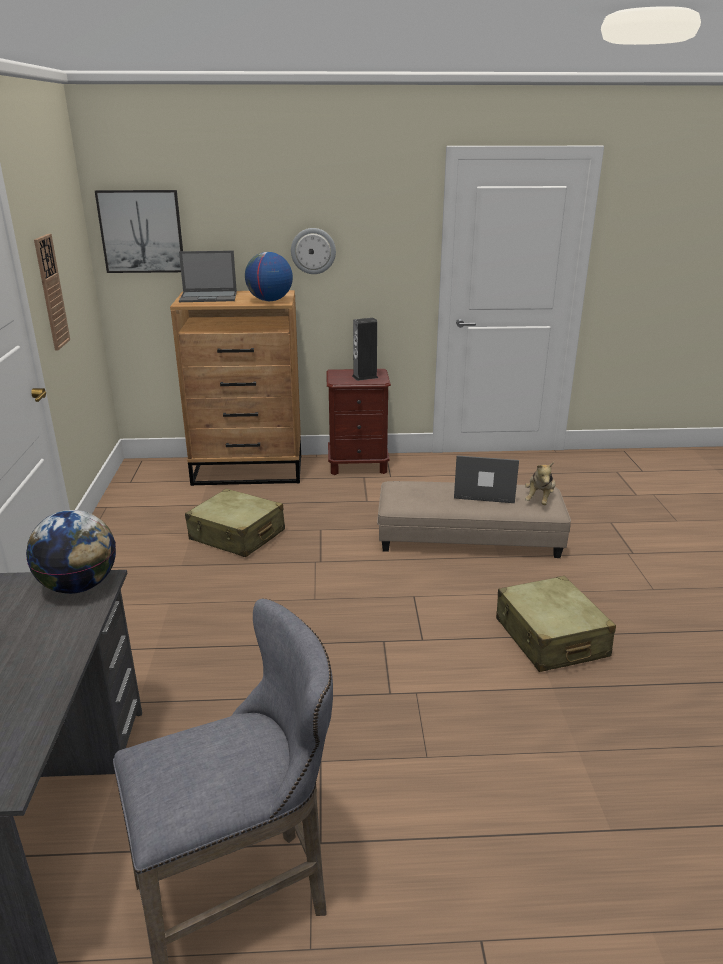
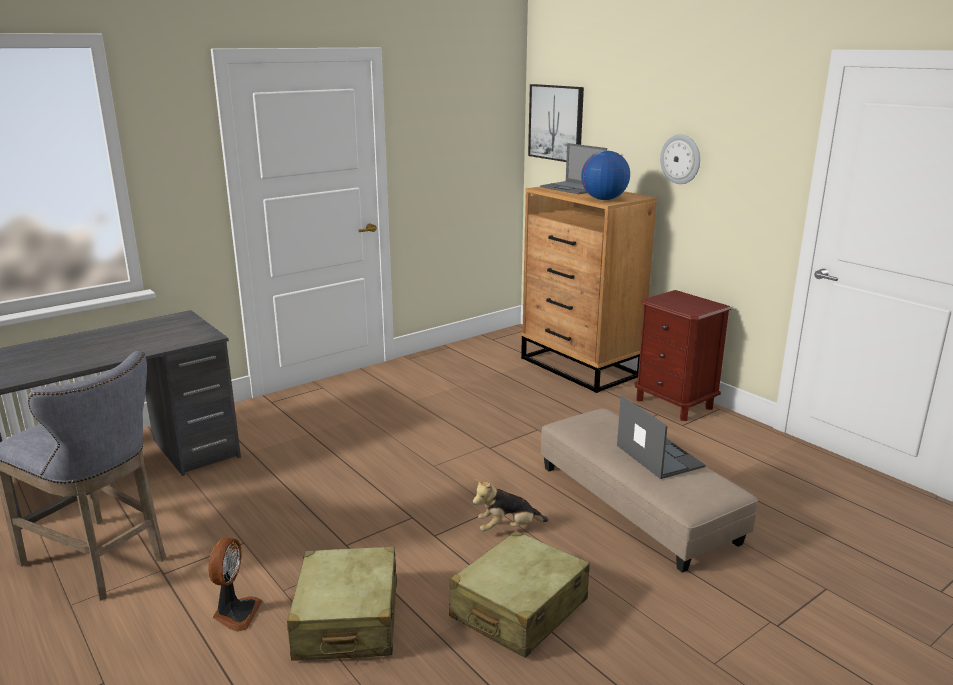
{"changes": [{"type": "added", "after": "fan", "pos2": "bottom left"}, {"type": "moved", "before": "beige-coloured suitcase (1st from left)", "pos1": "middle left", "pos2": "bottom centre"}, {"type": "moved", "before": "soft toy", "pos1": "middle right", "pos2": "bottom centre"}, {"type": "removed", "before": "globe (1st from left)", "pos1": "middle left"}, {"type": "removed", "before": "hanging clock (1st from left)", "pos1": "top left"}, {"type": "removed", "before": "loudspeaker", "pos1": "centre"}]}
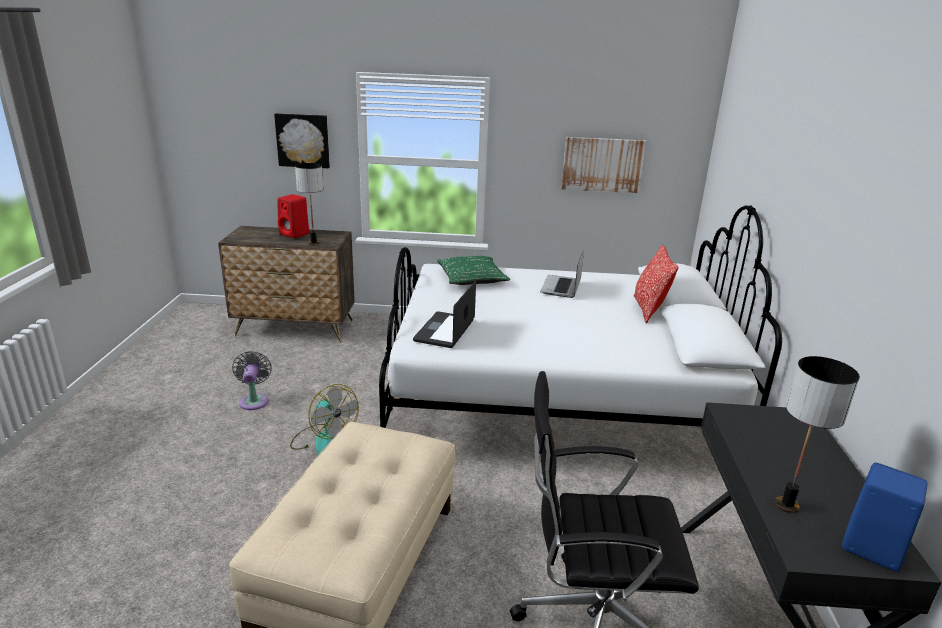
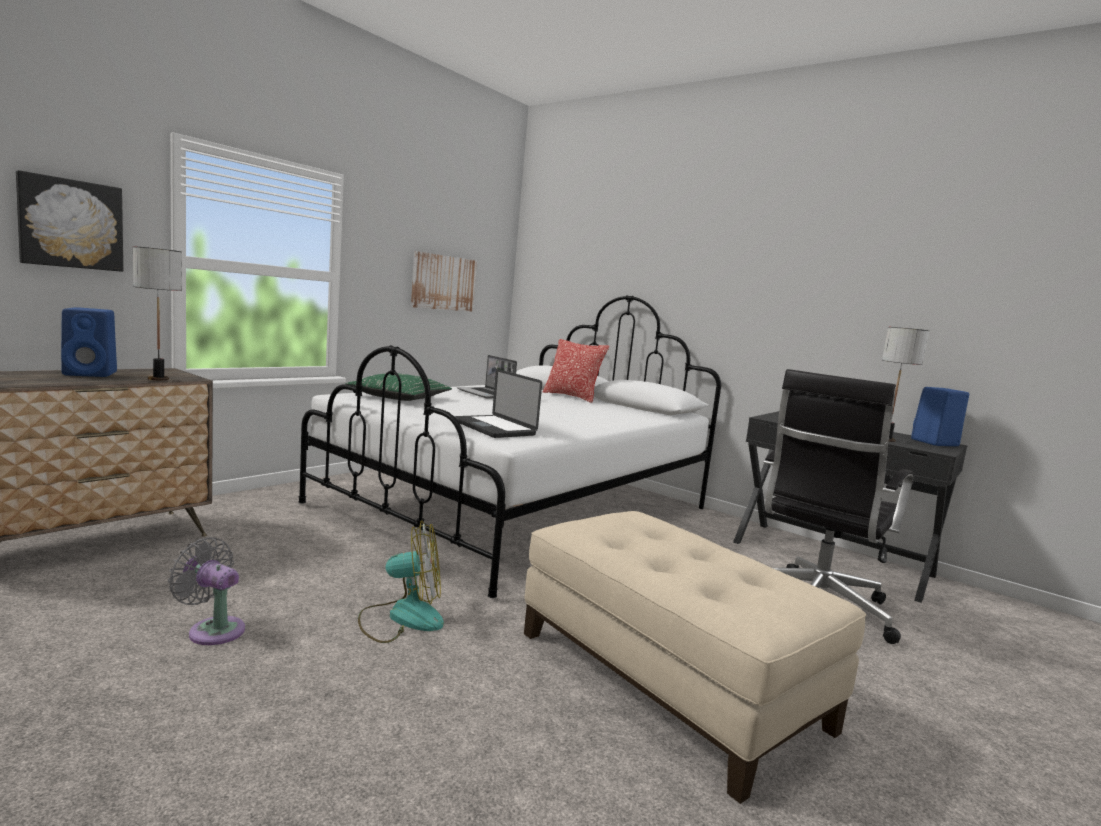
{"changes": [{"type": "recoloured", "before": "red-coloured loudspeaker", "after": "blue-coloured loudspeaker (1st from left)", "pos1": "middle left", "pos2": "middle left"}]}
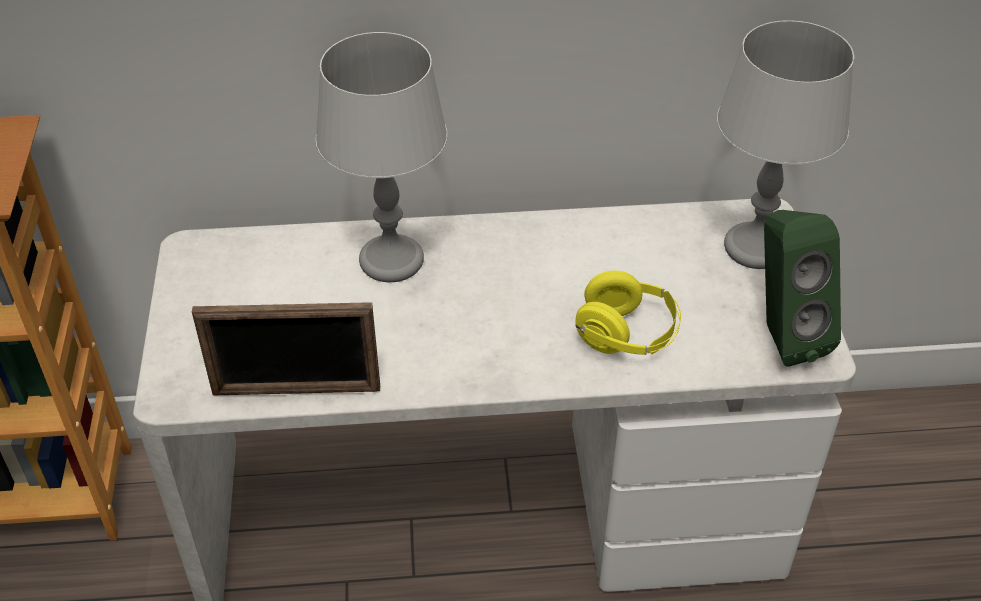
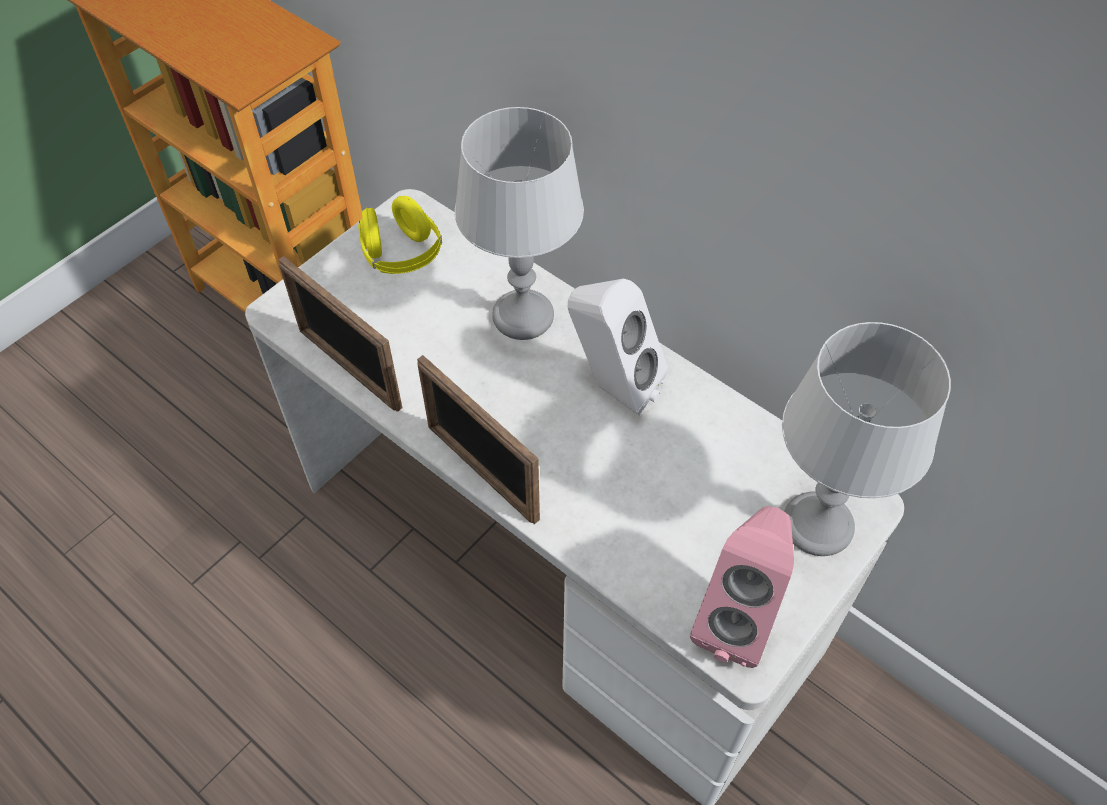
{"changes": [{"type": "moved", "before": "yellowish headphones", "pos1": "centre", "pos2": "top centre"}, {"type": "added", "after": "standing frame (2nd from left)", "pos2": "centre"}, {"type": "added", "after": "white loudspeaker", "pos2": "centre"}, {"type": "recoloured", "before": "green-coloured loudspeaker", "after": "pinkish loudspeaker", "pos1": "middle right", "pos2": "bottom right"}]}
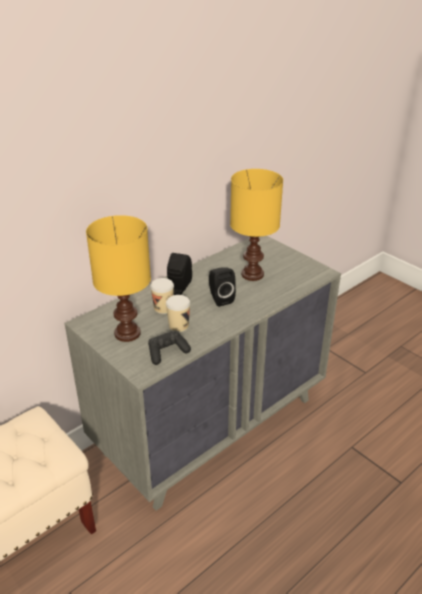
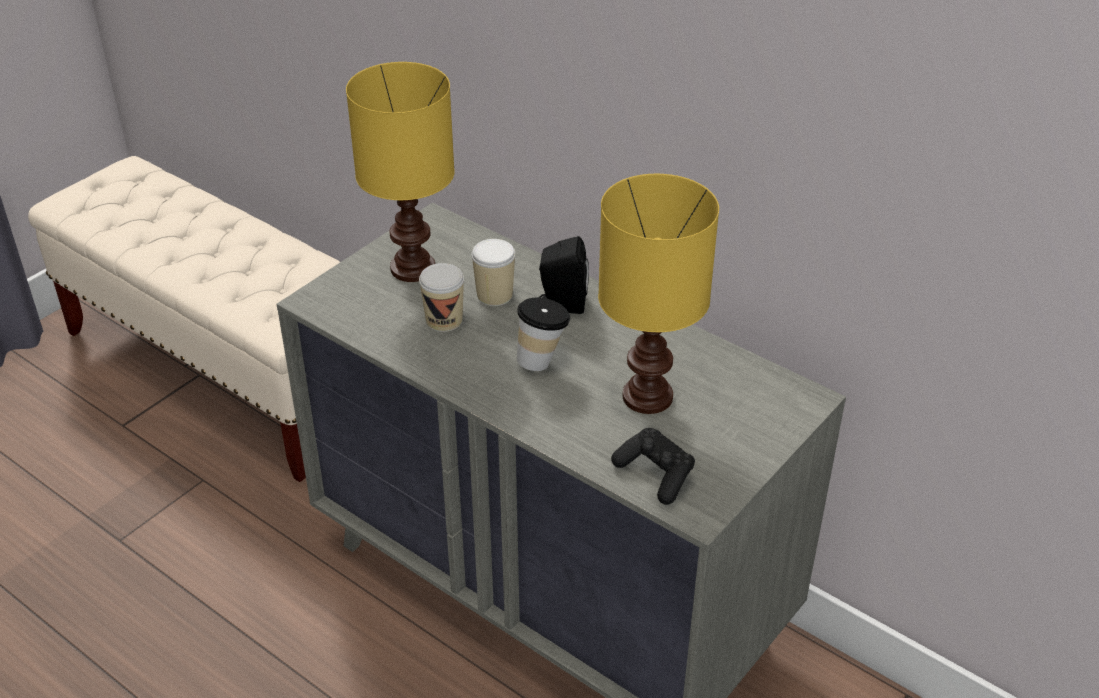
{"changes": [{"type": "replaced", "before": "black-coloured loudspeaker (2nd from left)", "after": "drinking cup (3rd from left)", "pos1": "centre", "pos2": "centre"}, {"type": "moved", "before": "black-coloured game controller", "pos1": "centre", "pos2": "bottom centre"}]}
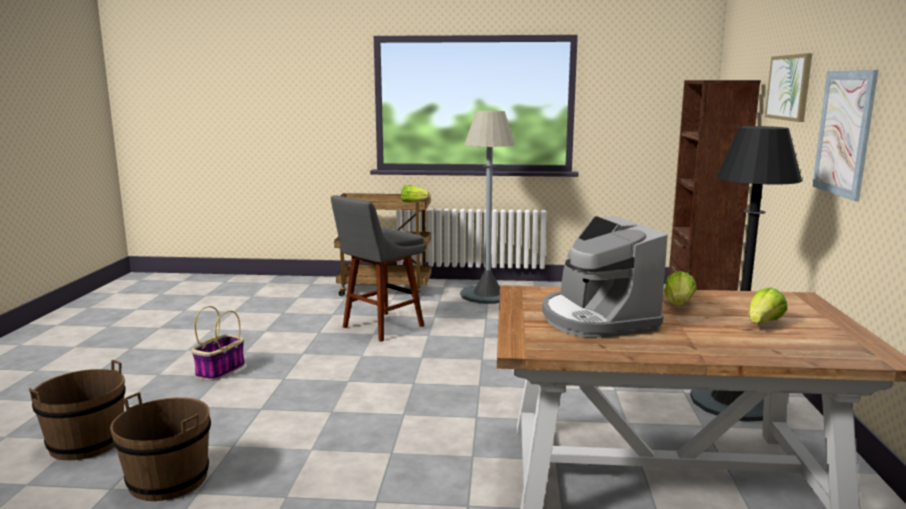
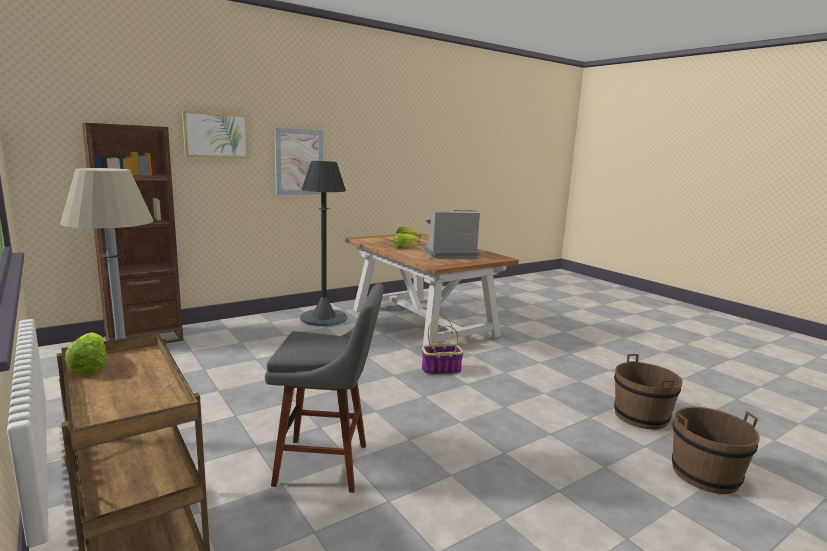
{"changes": [{"type": "moved", "before": "storage basket", "pos1": "bottom left", "pos2": "centre"}, {"type": "turned", "before": "coffee machine", "pos1": "middle right", "pos2": "centre", "turn": -135}]}
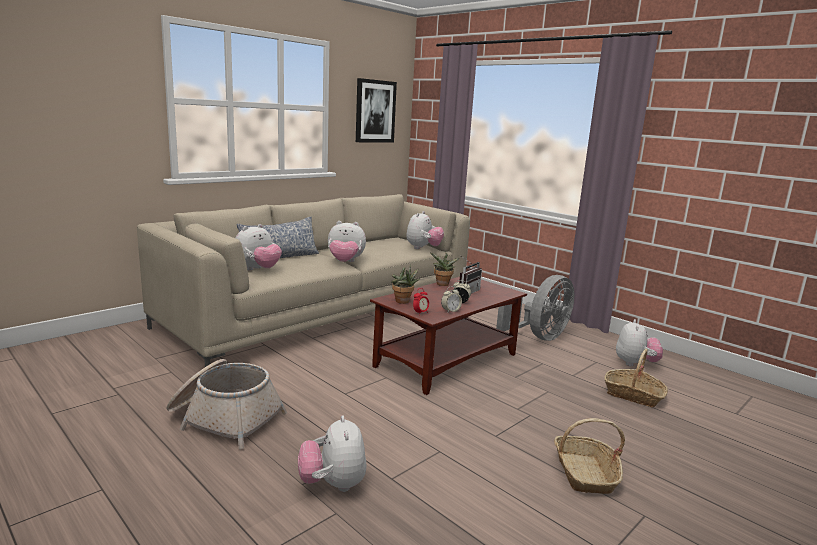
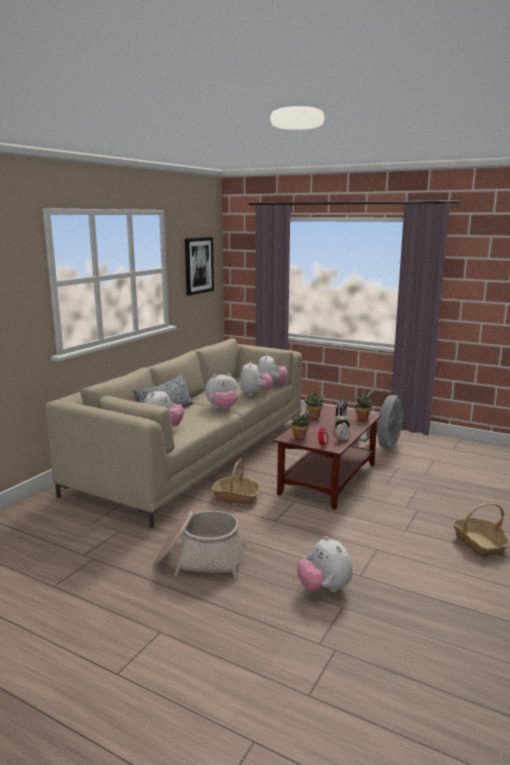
{"changes": [{"type": "moved", "before": "storage basket (3rd from left in the first image)", "after": "storage basket (2nd from left)", "pos1": "bottom right", "pos2": "centre"}, {"type": "moved", "before": "soft toy (5th from left in the first image)", "after": "soft toy (3rd from left)", "pos1": "middle right", "pos2": "centre"}, {"type": "added", "after": "potted plant (3rd from left)", "pos2": "middle right"}]}
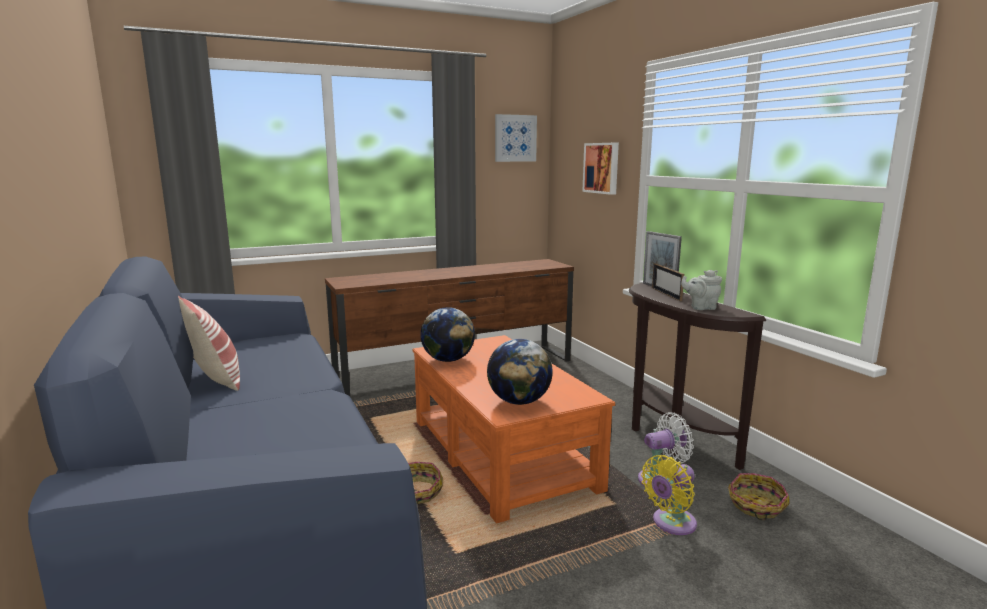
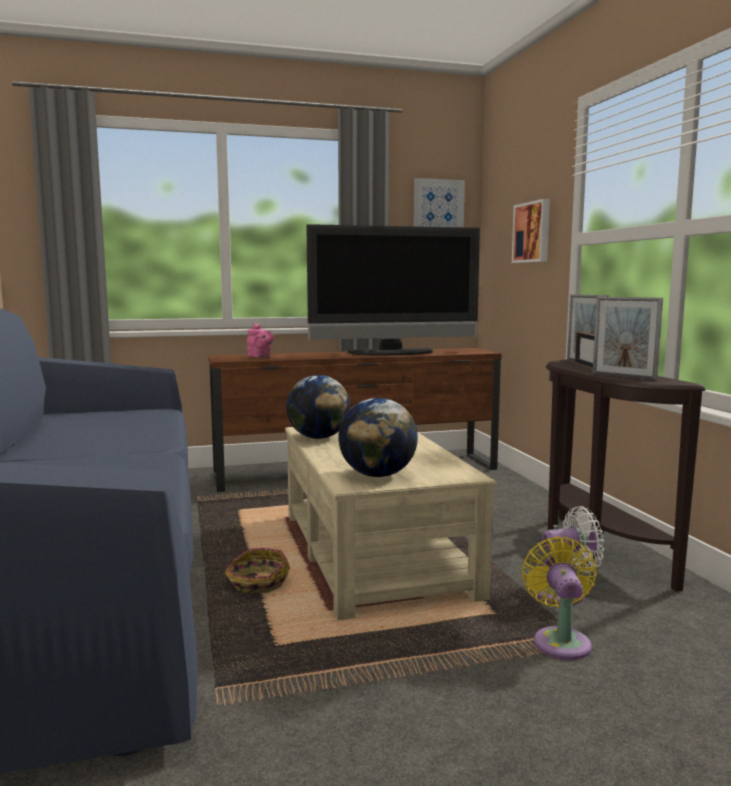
{"changes": [{"type": "added", "after": "pinkish teapot", "pos2": "centre"}, {"type": "recoloured", "before": "orange low table", "after": "beige-coloured low table", "pos1": "bottom centre", "pos2": "centre"}, {"type": "added", "after": "TV", "pos2": "centre"}, {"type": "turned", "before": "yellowish fan", "pos1": "bottom right", "pos2": "bottom right", "turn": 120}, {"type": "replaced", "before": "greyish teapot", "after": "standing frame (3rd from left)", "pos1": "middle right", "pos2": "middle right"}, {"type": "removed", "before": "pillow", "pos1": "middle left"}, {"type": "removed", "before": "storage basket (2nd from left)", "pos1": "bottom right"}]}
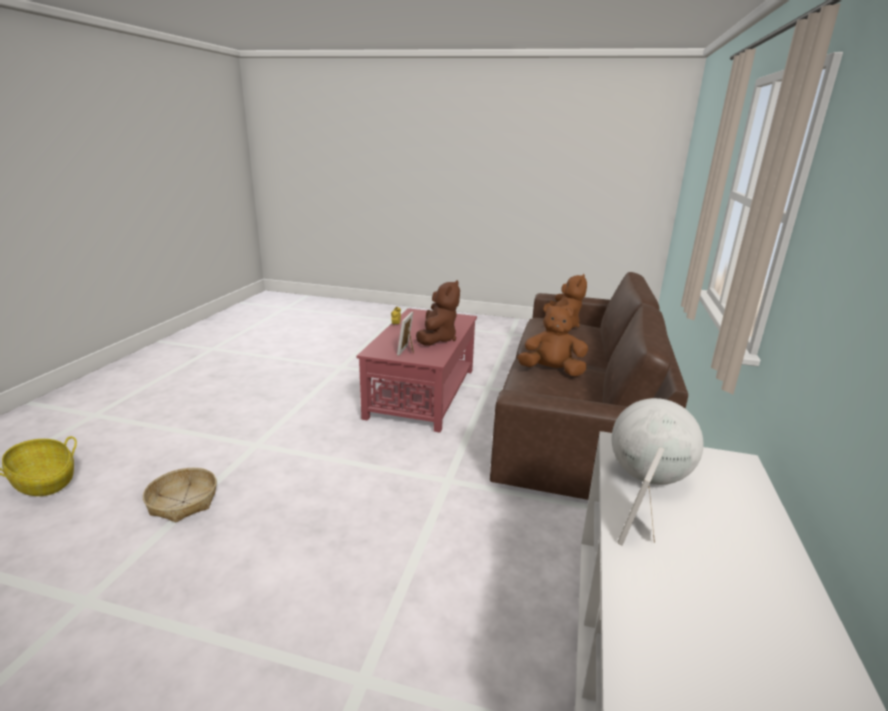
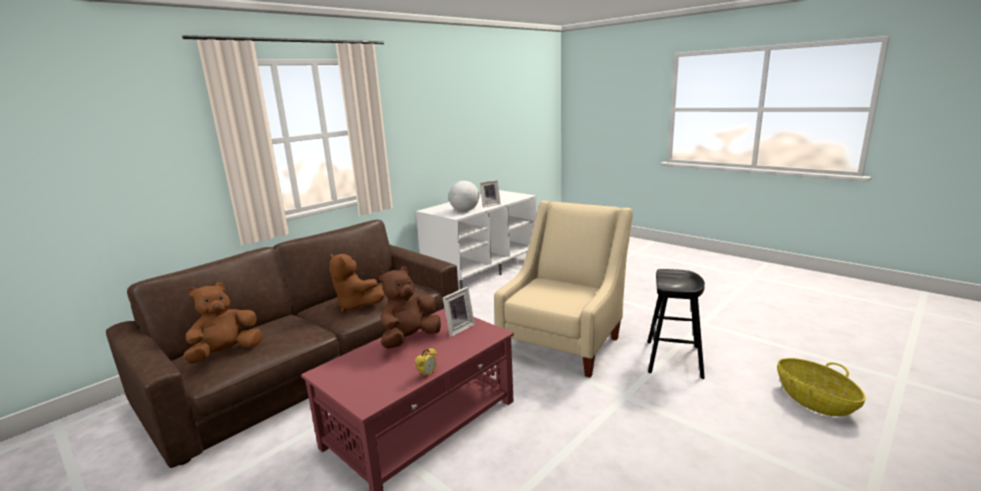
{"changes": [{"type": "added", "after": "beige-coloured easy chair", "pos2": "centre"}, {"type": "replaced", "before": "storage basket (2nd from left)", "after": "black-coloured sitting stool", "pos1": "bottom left", "pos2": "middle right"}]}
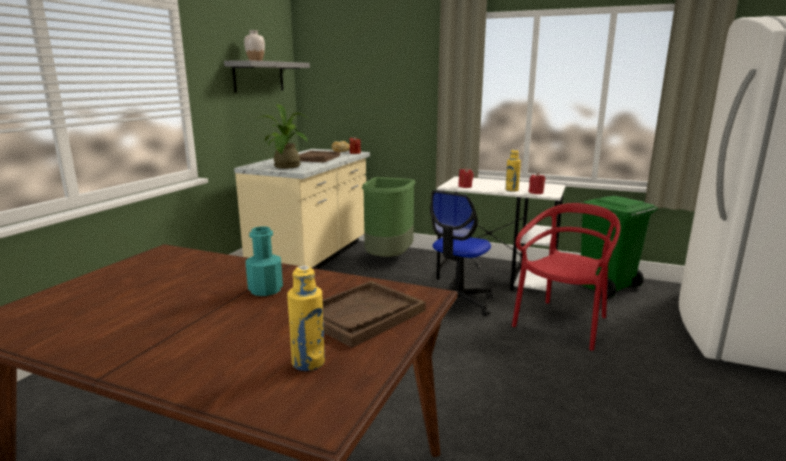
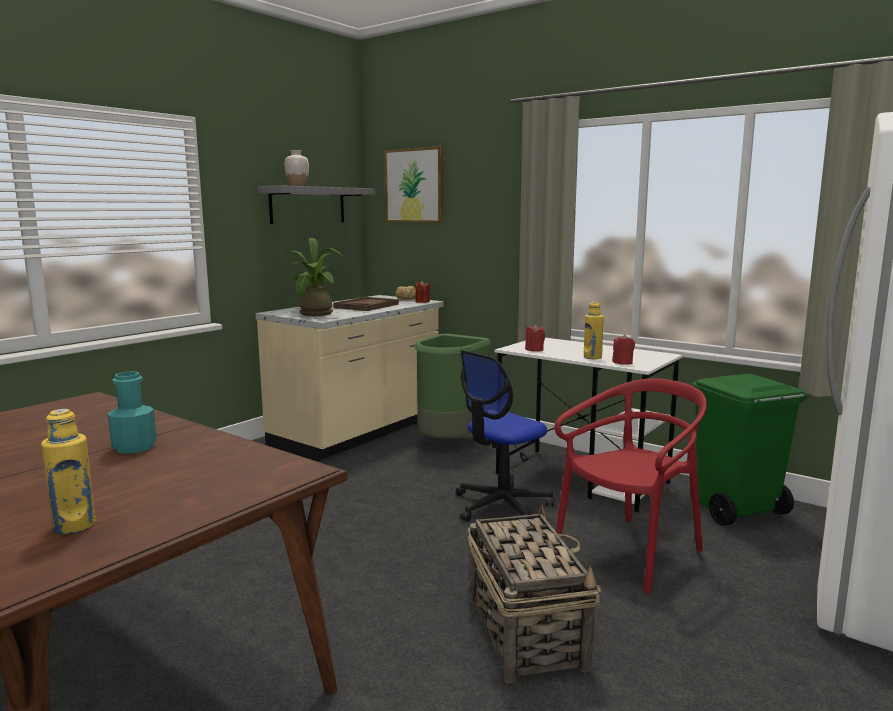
{"changes": [{"type": "added", "after": "wall picture", "pos2": "top centre"}, {"type": "added", "after": "storage basket", "pos2": "bottom centre"}, {"type": "removed", "before": "brownish carrying tray (2nd from left)", "pos1": "bottom centre"}]}
